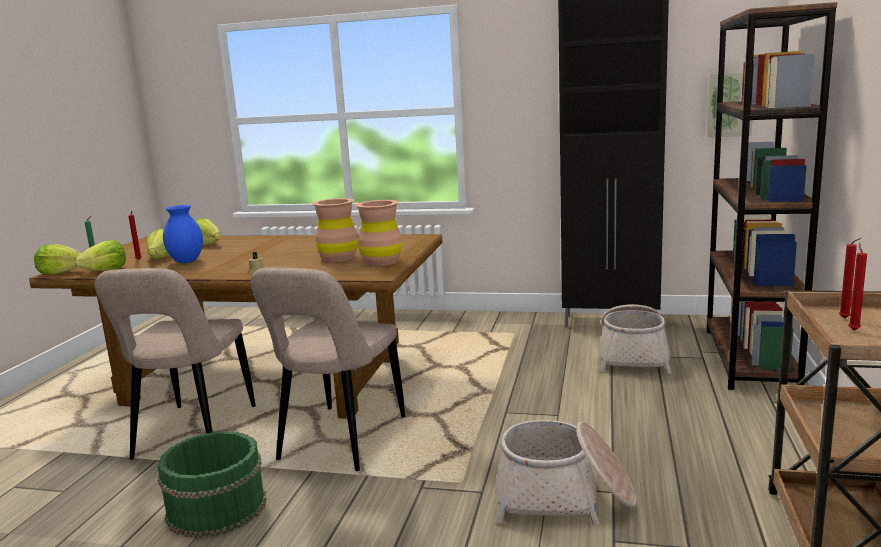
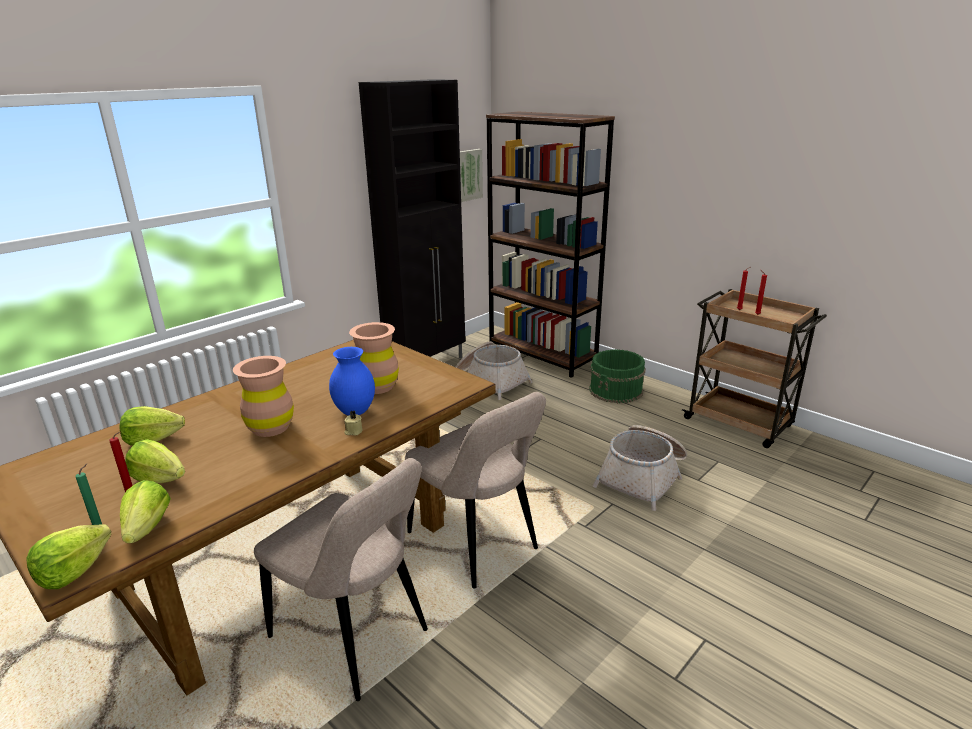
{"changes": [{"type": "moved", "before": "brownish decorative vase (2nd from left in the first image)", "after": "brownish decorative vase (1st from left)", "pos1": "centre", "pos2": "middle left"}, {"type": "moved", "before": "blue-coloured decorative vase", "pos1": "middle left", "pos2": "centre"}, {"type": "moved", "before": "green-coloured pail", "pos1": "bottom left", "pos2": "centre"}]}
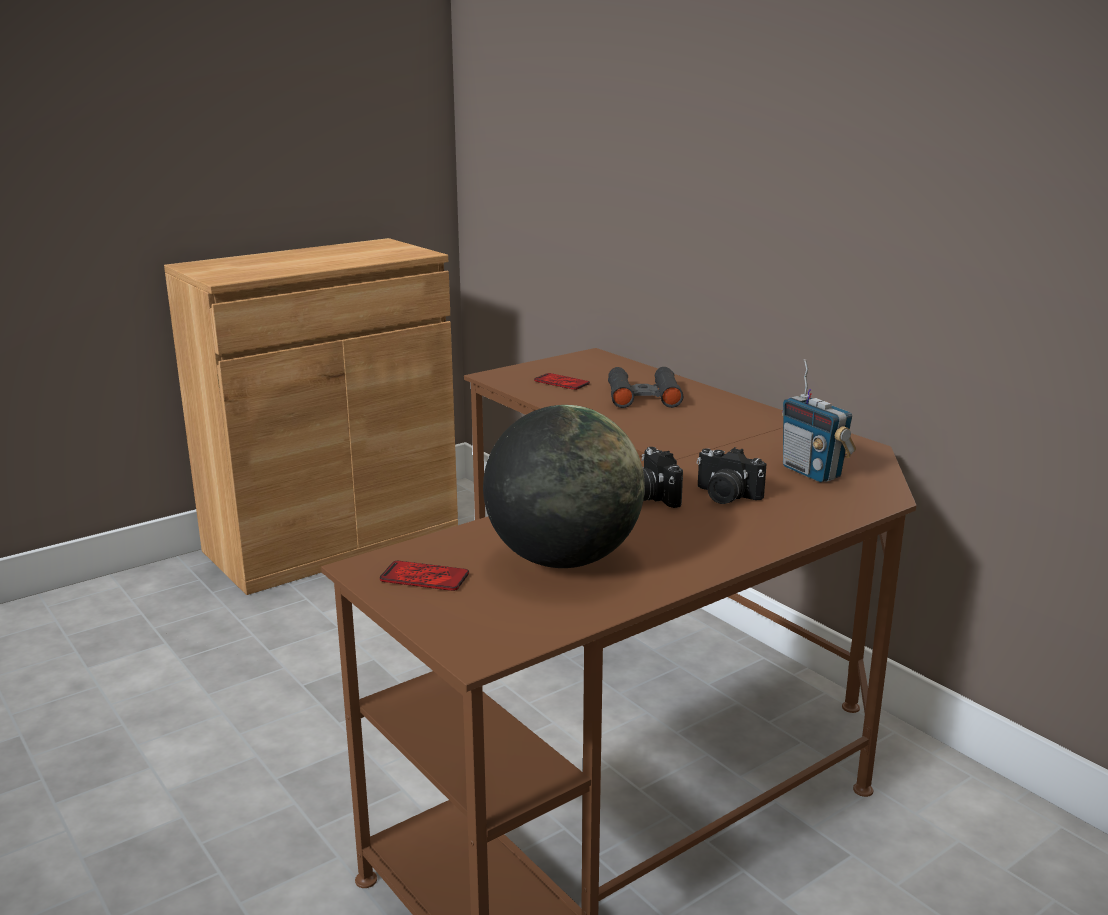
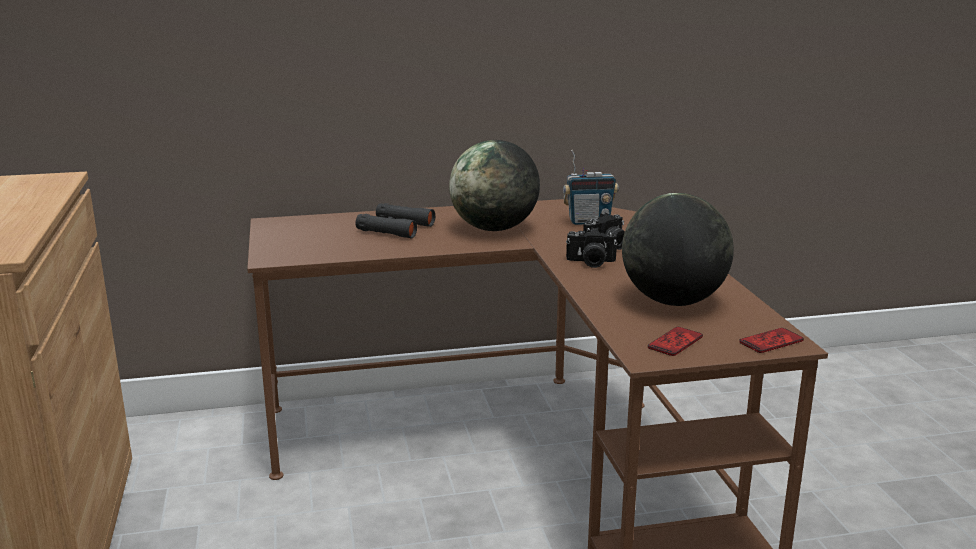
{"changes": [{"type": "added", "after": "globe (1st from left)", "pos2": "centre"}, {"type": "moved", "before": "telephone (2nd from left)", "pos1": "centre", "pos2": "middle right"}]}
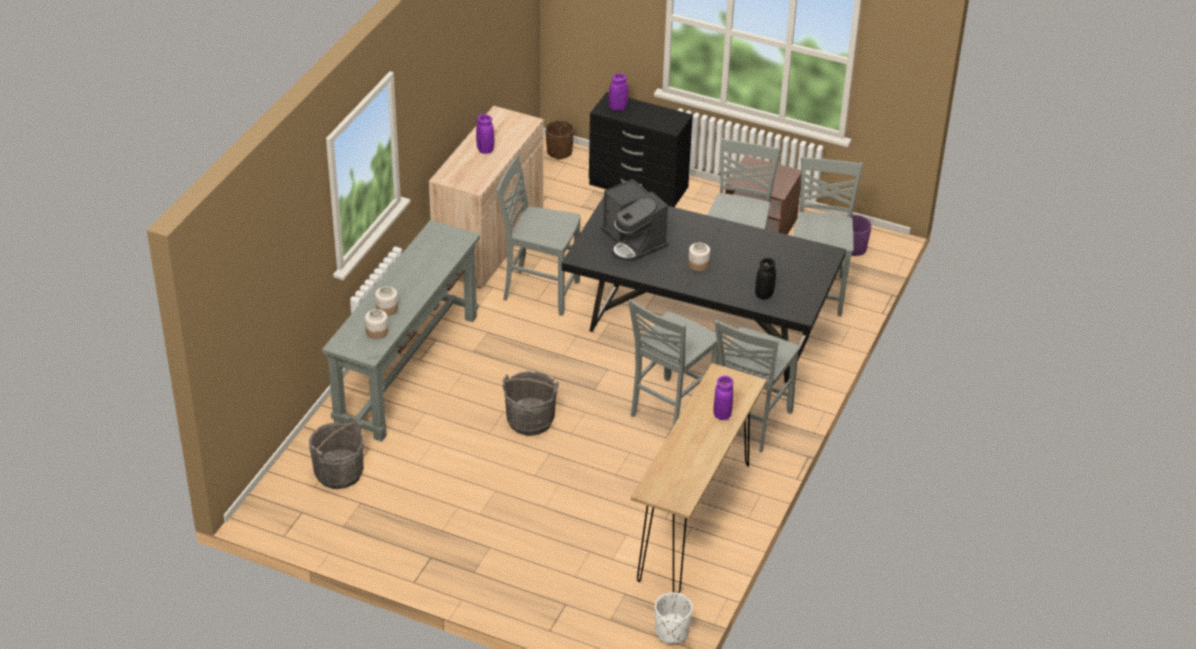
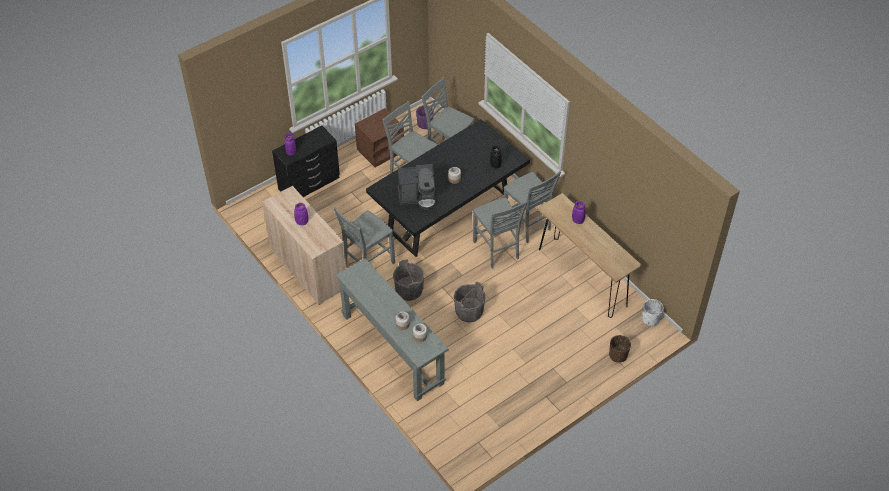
{"changes": [{"type": "moved", "before": "greyish pail (1st from left)", "pos1": "bottom left", "pos2": "centre"}, {"type": "moved", "before": "brownish flower pot", "pos1": "top centre", "pos2": "bottom right"}]}
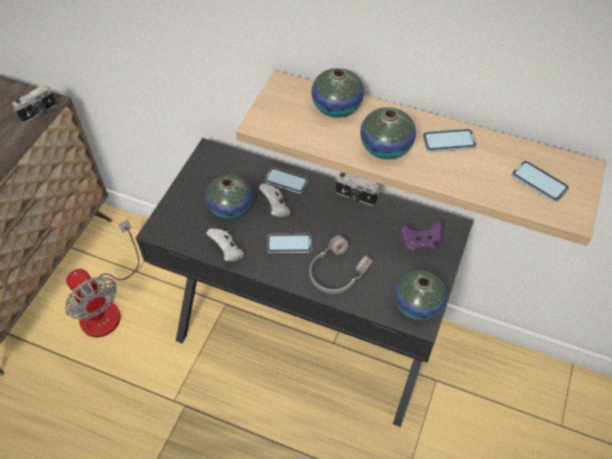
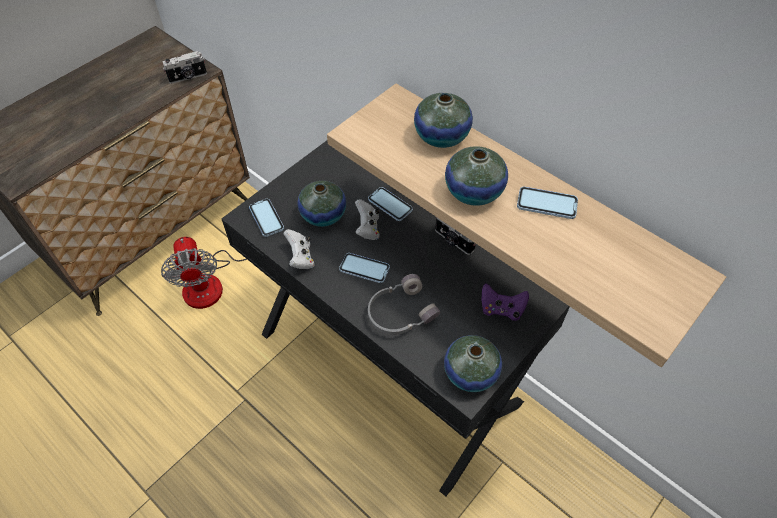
{"changes": [{"type": "moved", "before": "telephone (4th from left in the first image)", "after": "telephone (1st from left)", "pos1": "middle right", "pos2": "centre"}]}
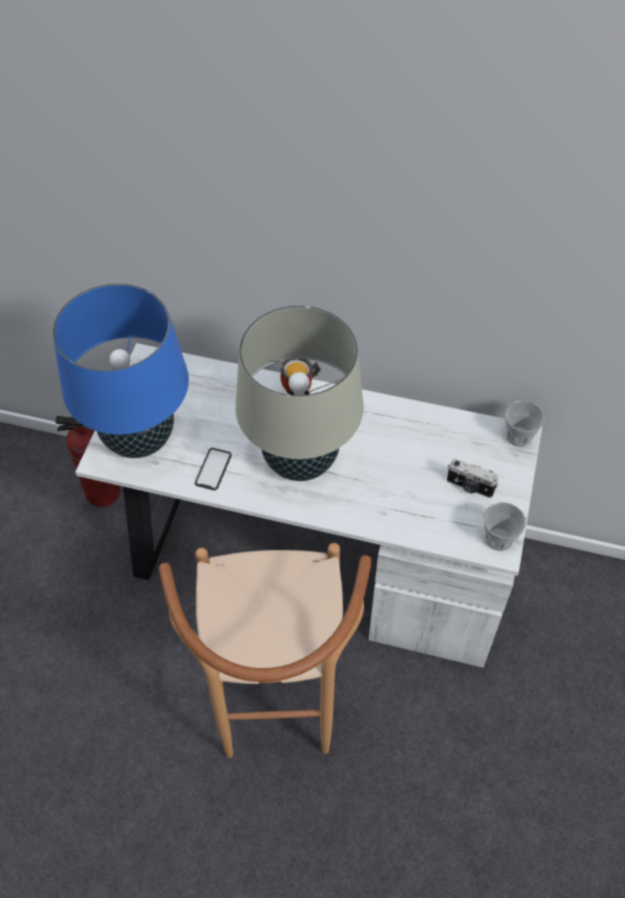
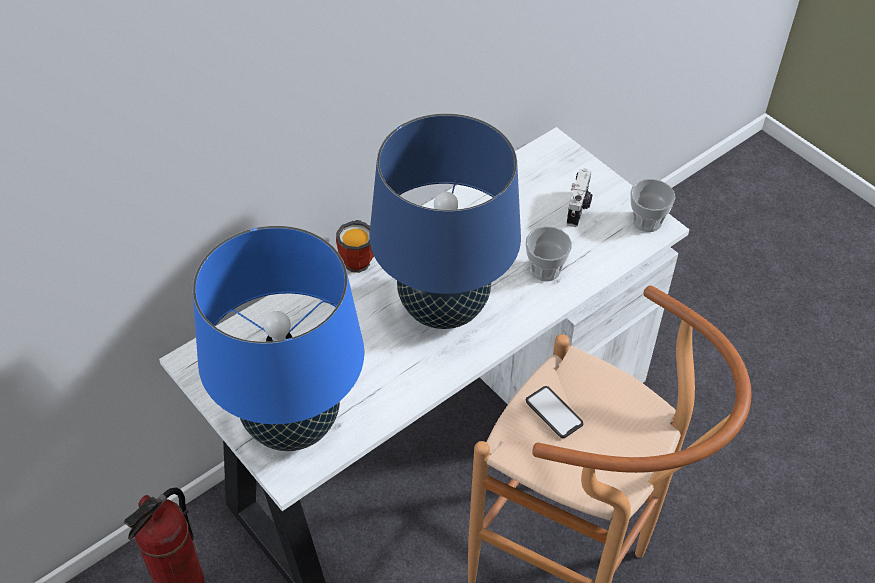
{"changes": [{"type": "recoloured", "before": "beige-coloured lamp for a table", "after": "blue-coloured lamp for a table (2nd from left)", "pos1": "centre", "pos2": "centre"}, {"type": "moved", "before": "drinking cup (2nd from left in the first image)", "after": "drinking cup (1st from left)", "pos1": "middle right", "pos2": "centre"}, {"type": "moved", "before": "telephone", "pos1": "centre", "pos2": "bottom centre"}, {"type": "turned", "before": "photo camera", "pos1": "middle right", "pos2": "centre", "turn": -45}]}
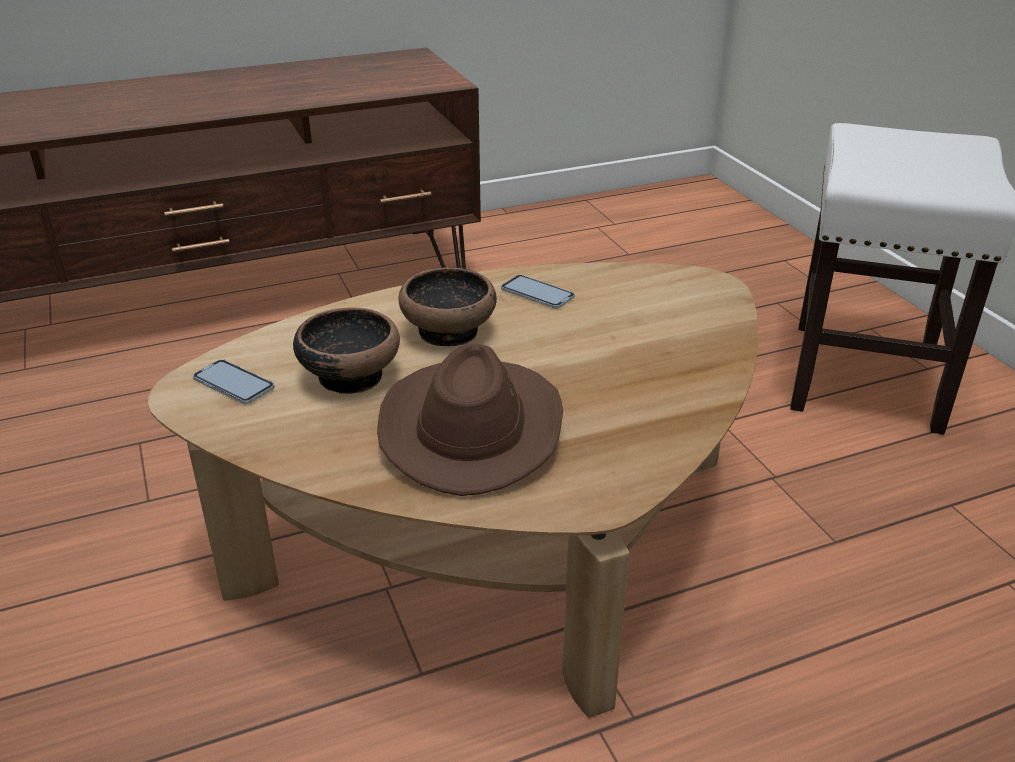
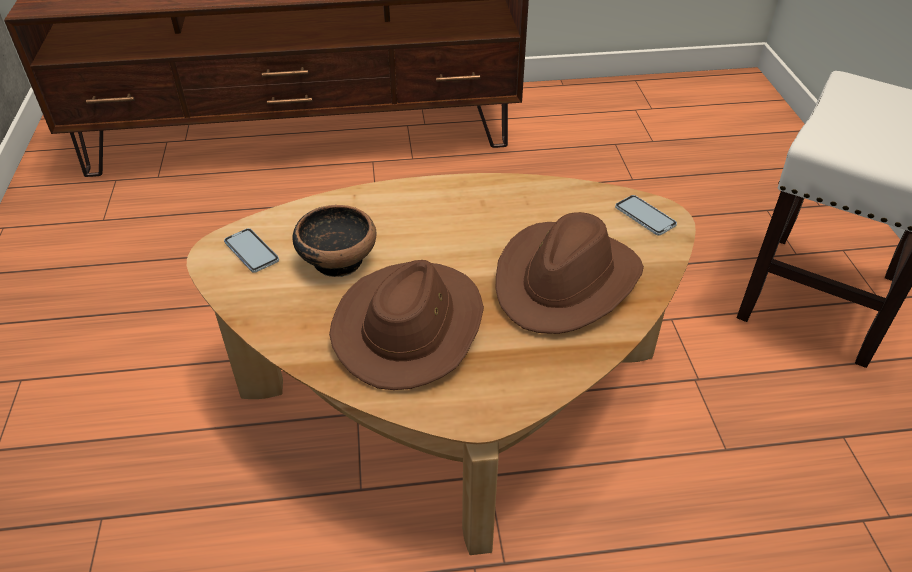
{"changes": [{"type": "added", "after": "brownish clothing hat (2nd from left)", "pos2": "centre"}, {"type": "moved", "before": "telephone (2nd from left)", "pos1": "centre", "pos2": "middle right"}, {"type": "removed", "before": "serving bowl (2nd from left)", "pos1": "centre"}]}
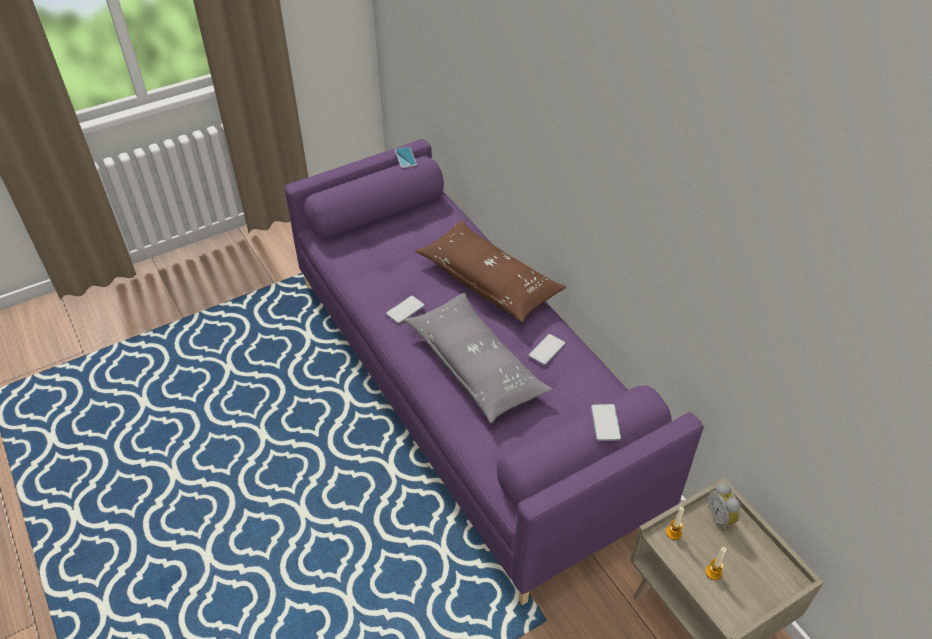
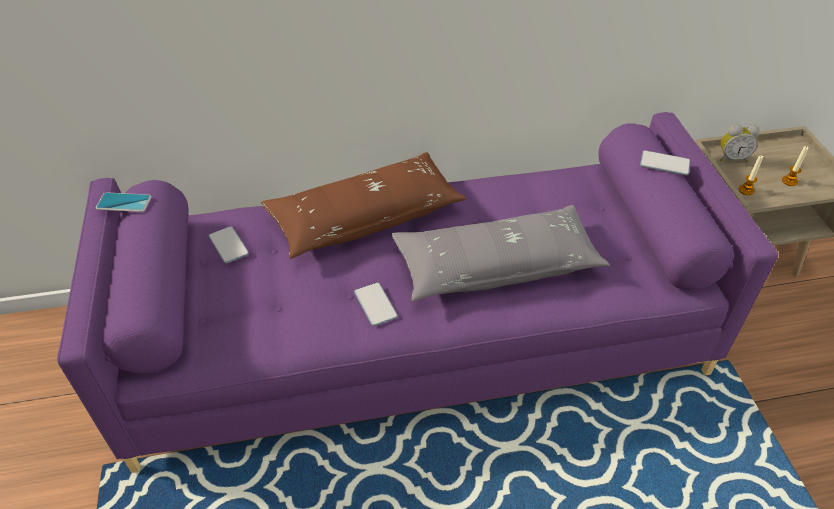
{"changes": [{"type": "moved", "before": "telephone (3rd from left in the first image)", "after": "telephone (2nd from left)", "pos1": "centre", "pos2": "middle left"}]}
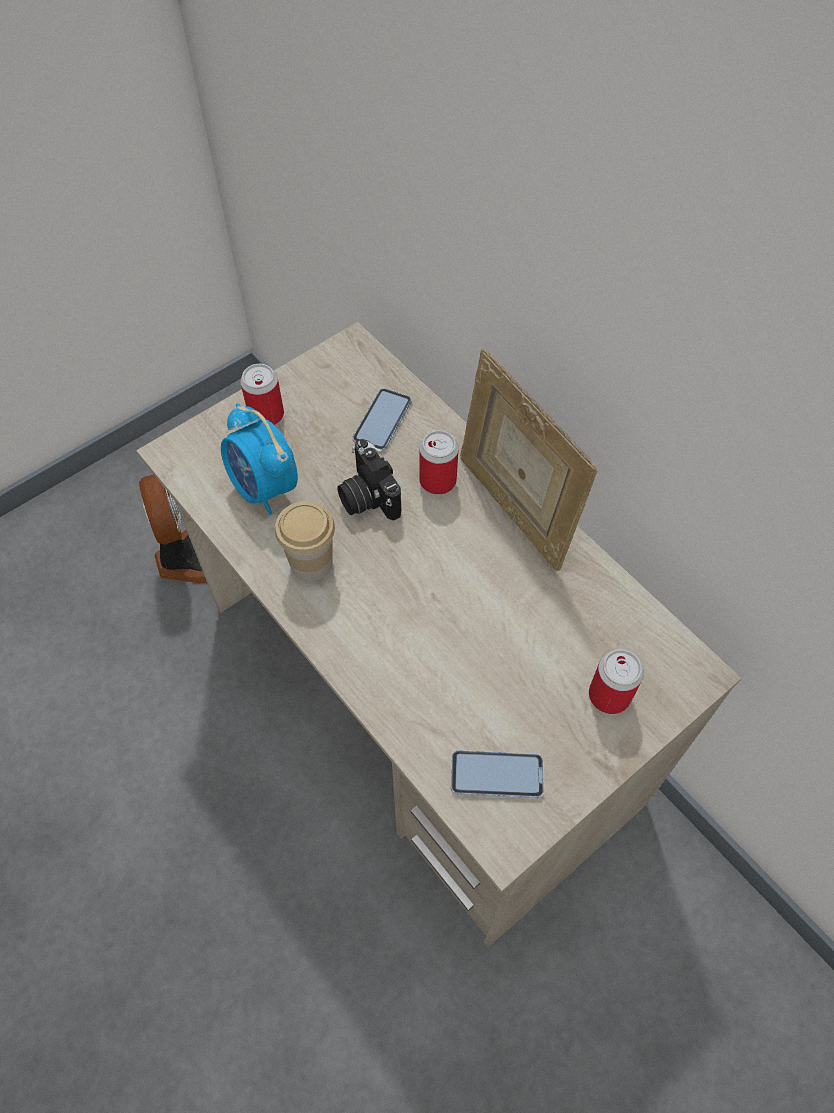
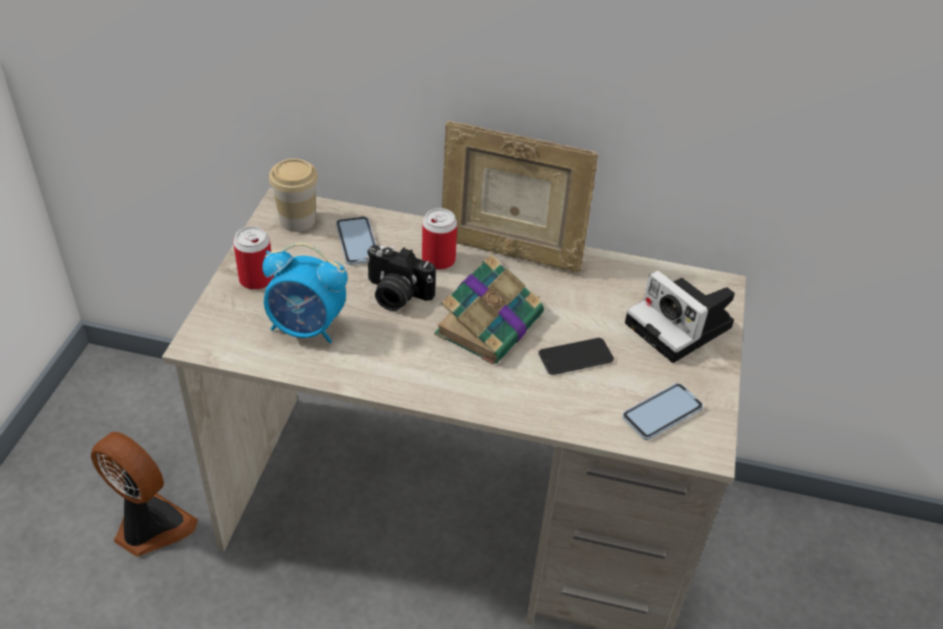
{"changes": [{"type": "moved", "before": "drinking cup", "pos1": "centre", "pos2": "top left"}, {"type": "added", "after": "bound book", "pos2": "centre"}, {"type": "added", "after": "telephone (2nd from left)", "pos2": "centre"}, {"type": "replaced", "before": "can (3rd from left)", "after": "photo camera (2nd from left)", "pos1": "middle right", "pos2": "middle right"}]}
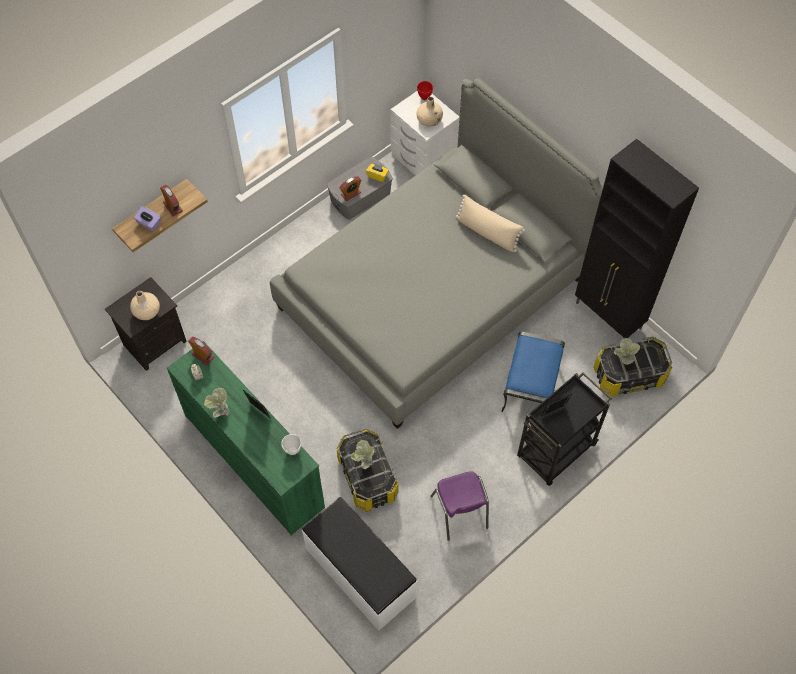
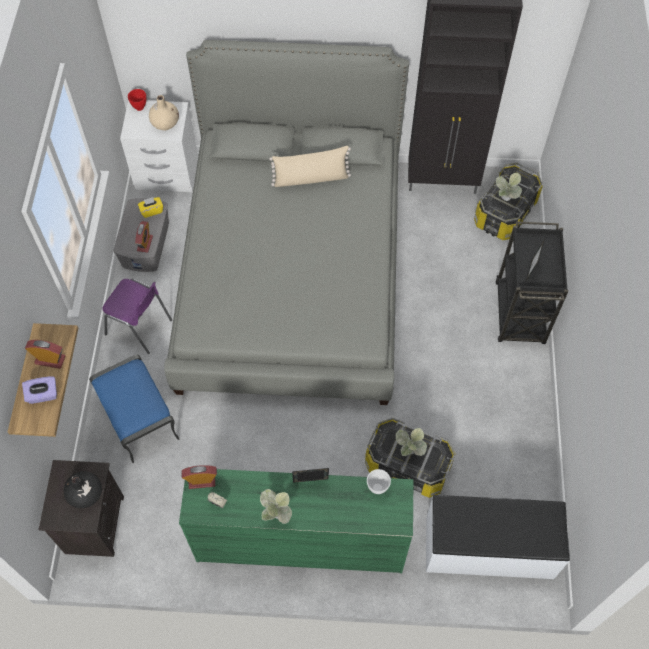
{"changes": [{"type": "recoloured", "before": "beige-coloured decorative vase (1st from left)", "after": "black-coloured decorative vase", "pos1": "middle left", "pos2": "bottom left"}, {"type": "moved", "before": "blue-coloured footrest", "pos1": "middle right", "pos2": "middle left"}, {"type": "moved", "before": "purple-coloured upright chair", "pos1": "bottom centre", "pos2": "middle left"}]}
